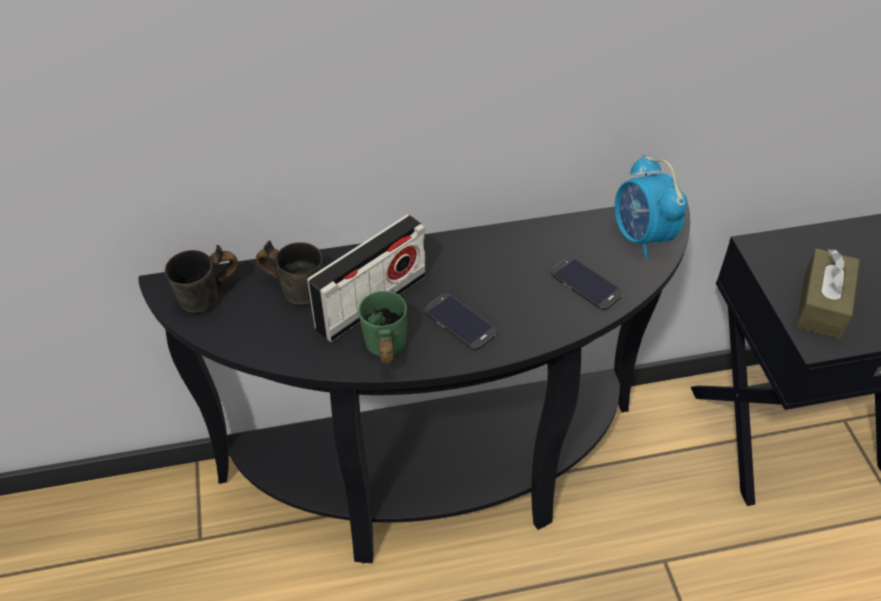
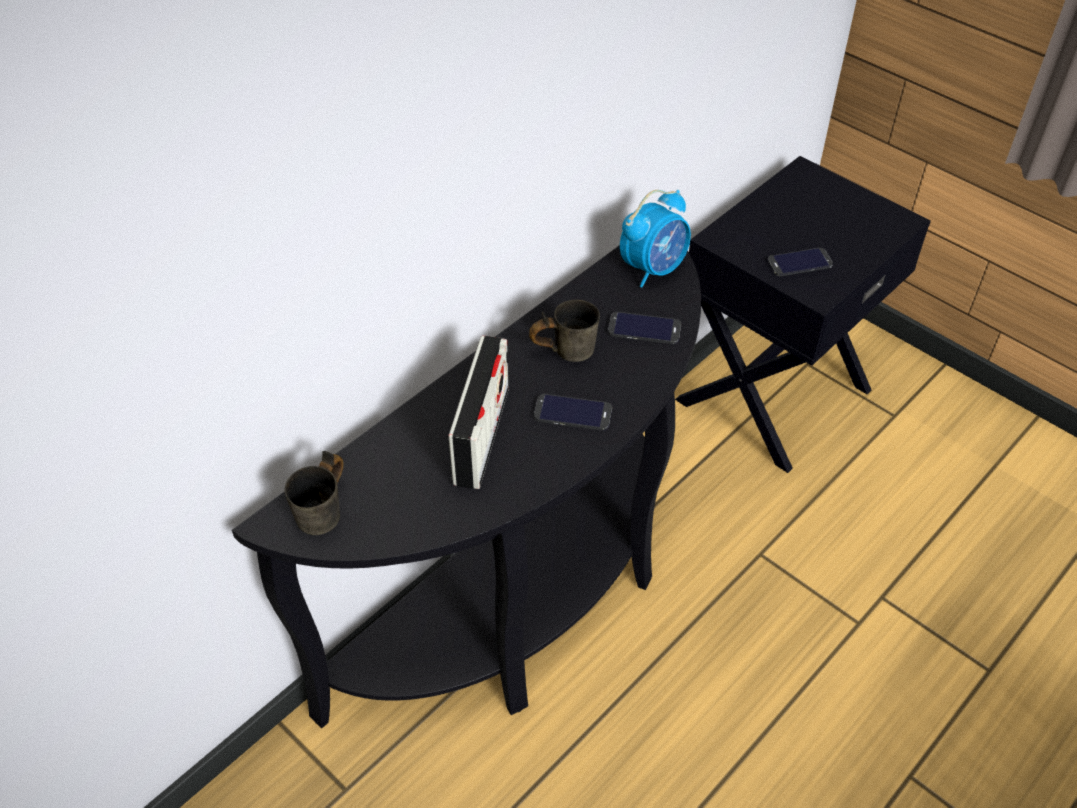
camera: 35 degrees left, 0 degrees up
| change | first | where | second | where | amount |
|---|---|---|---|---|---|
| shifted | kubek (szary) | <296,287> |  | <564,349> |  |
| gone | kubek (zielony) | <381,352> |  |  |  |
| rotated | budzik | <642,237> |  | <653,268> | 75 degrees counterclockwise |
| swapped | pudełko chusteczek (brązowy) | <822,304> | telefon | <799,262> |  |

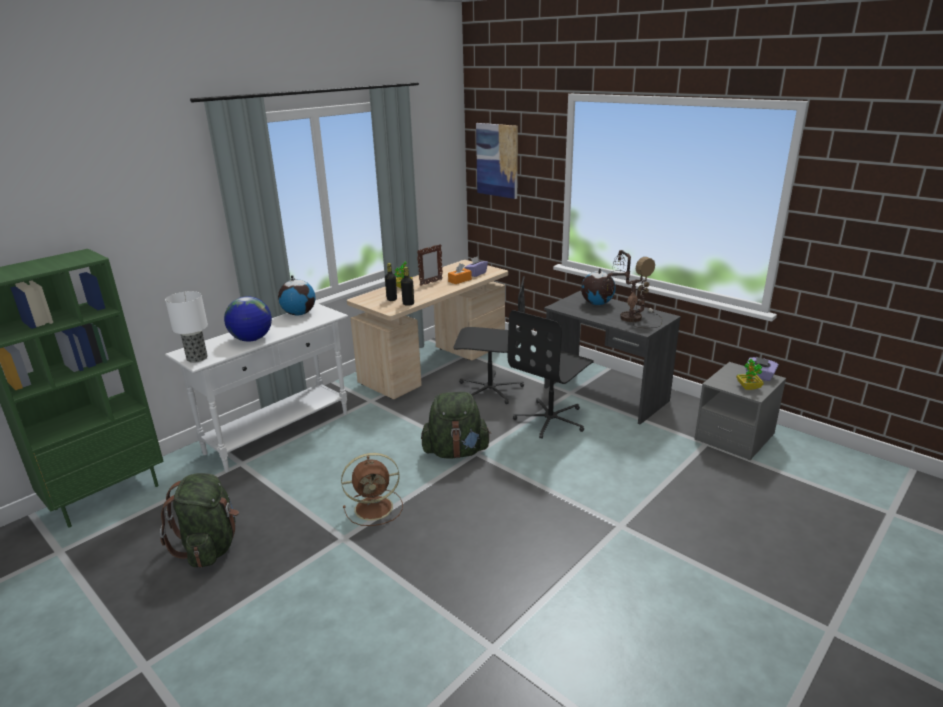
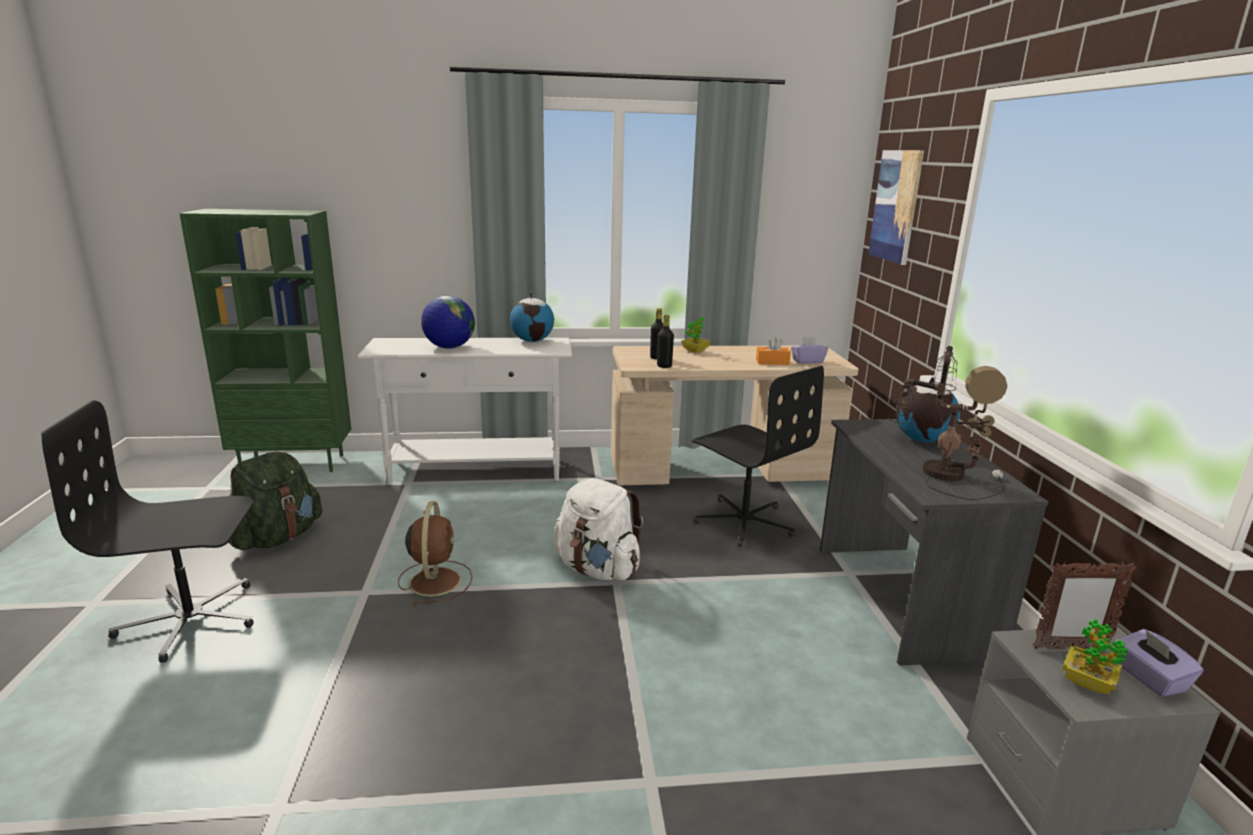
camera: 40 degrees right, 5 degrees down
| change | first | where | second | where | amount |
|---|---|---|---|---|---|
| gone | lampa stołowa | <196,358> |  |  |  |
| rotated | wentylator (brązowy) | <375,507> |  | <435,580> | 120 degrees counterclockwise |
| shifted | ramka na zdjęcie | <431,282> |  | <1069,648> |  |
| repainted | plecak (zielony) | <456,452> | plecak (biały) | <598,569> |  |
| shifted | krzesło biurowe (czarny) | <551,420> |  | <190,620> |  |

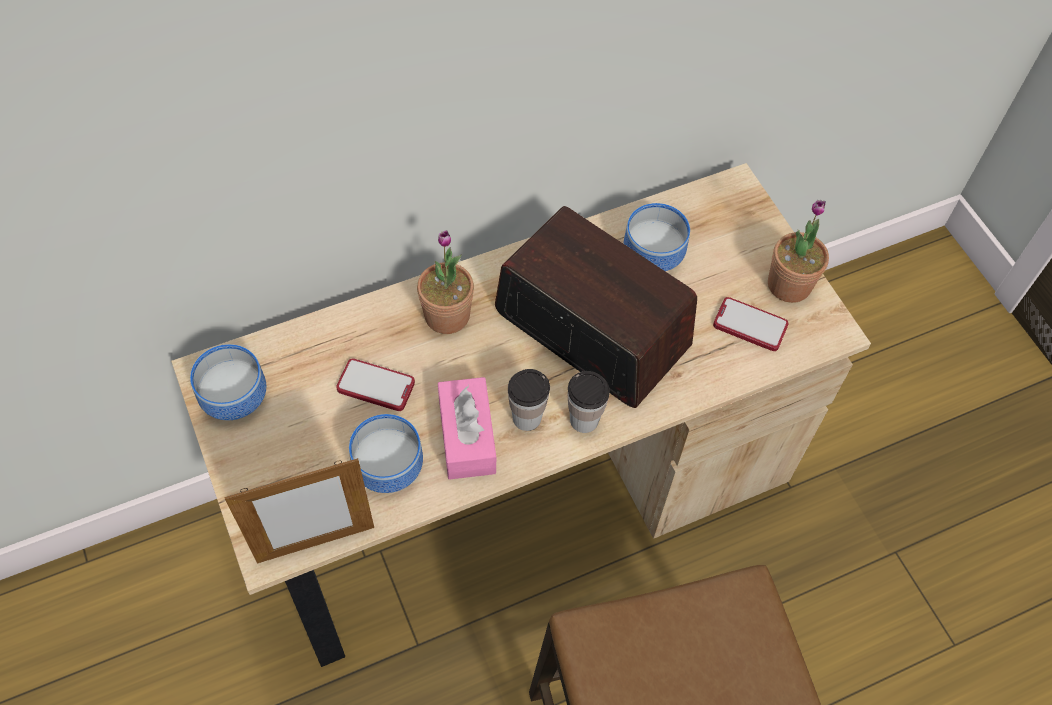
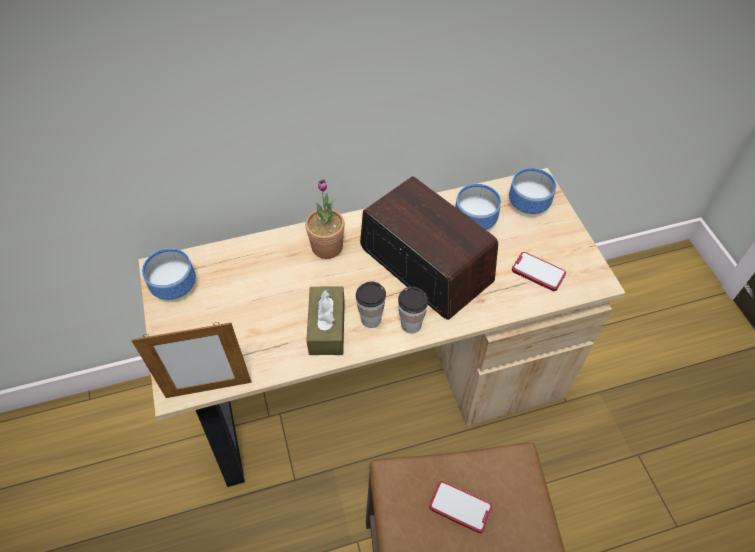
camera: 10 degrees right, 5 degrees down
| change | first | where | second | where | amount |
|---|---|---|---|---|---|
| shifted | telefon | <376,386> |  | <460,507> |  |
| shifted | miska | <390,464> |  | <529,202> |  |
| repainted | pudełko chusteczek (różowy) | <467,436> | pudełko chusteczek (brązowy) | <327,327> |  |
| gone | roślina doniczkowa | <789,285> |  |  |  |

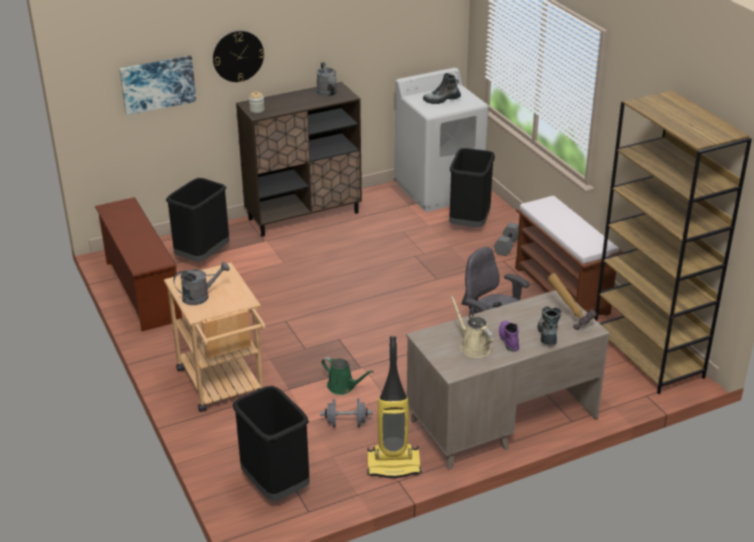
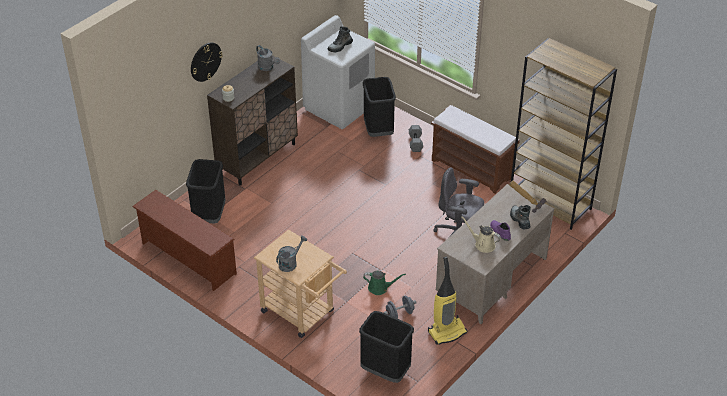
camera: 25 degrees left, 10 degrees up
| change | first | where | second | where | amount |
|---|---|---|---|---|---|
| gone | obraz | <157,84> |  |  |  |

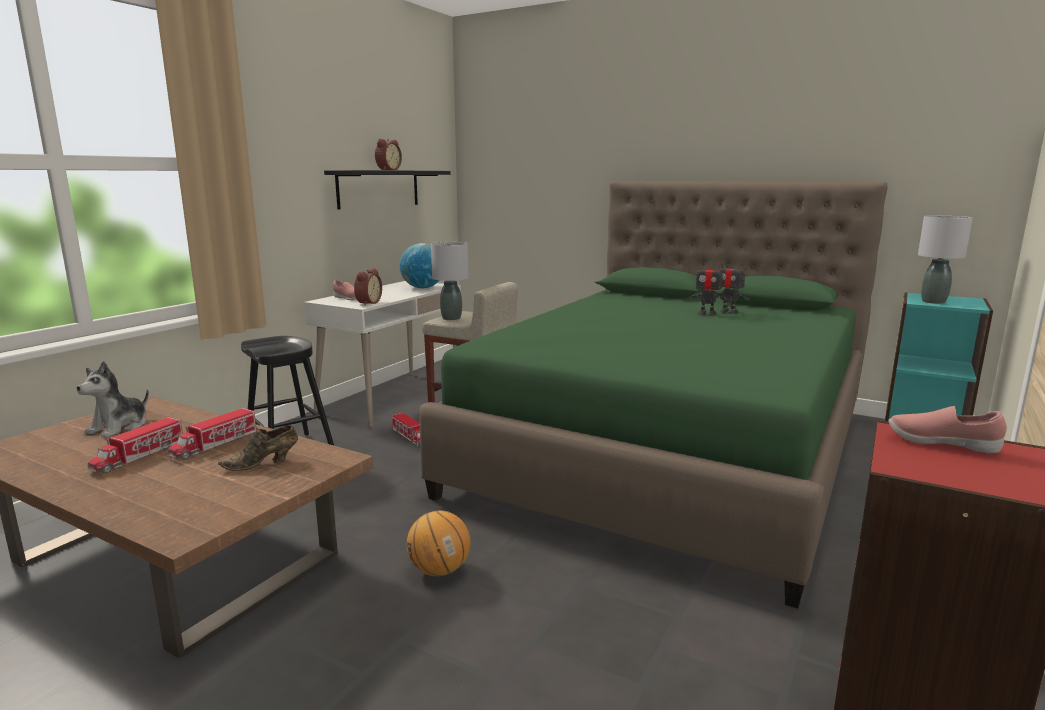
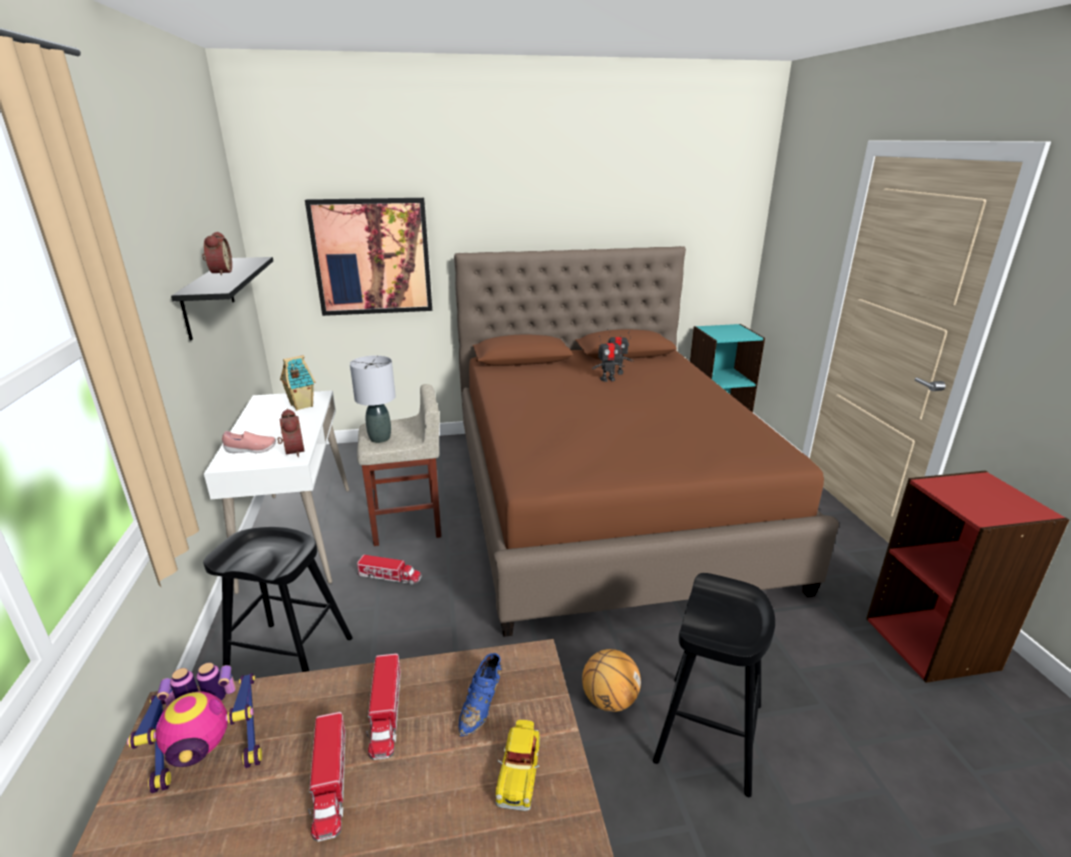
camera: 40 degrees left, 10 degrees up
| change | first | where | second | where | amount |
|---|---|---|---|---|---|
| swapped | pluszak | <119,427> | robot zabawkowy | <211,761> |  |
| repainted | but (brązowy) | <263,463> | but (niebieski) | <482,705> |  |
| swapped | globus | <422,288> | domek | <301,406> |  |
| repainted | łóżko (zielony) | <670,451> | łóżko (brązowy) | <605,500> |  |
| gone | but (różowy) | <941,444> |  |  |  |
| gone | lampa stołowa (szary) | <933,302> |  |  |  |
| new |  |  | obraz | <372,257> |  |
| new |  |  | samochodzik | <519,771> |  |
| new |  |  | stołek (czarny) | <709,732> |  |

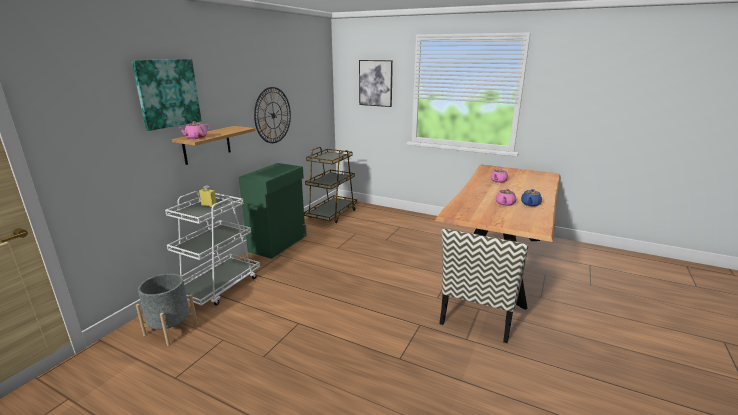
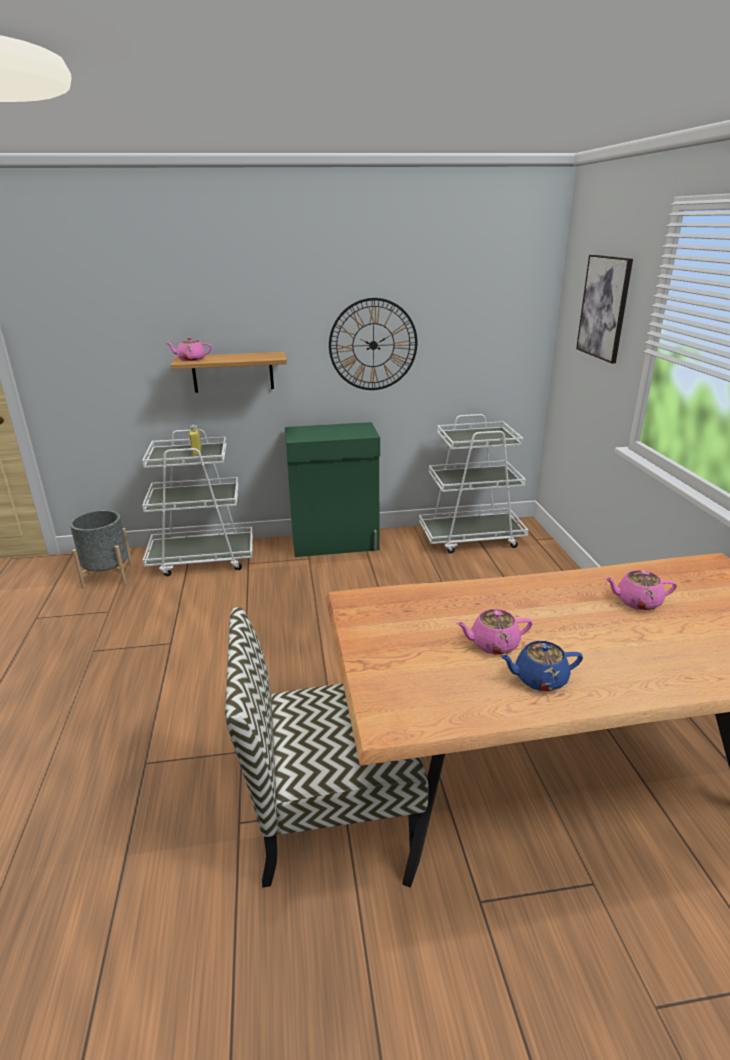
camera: 55 degrees right, 5 degrees up
| change | first | where | second | where | amount |
|---|---|---|---|---|---|
| gone | obraz | <168,93> |  |  |  |
| repainted | wózek (brązowy) | <332,214> | wózek (biały) | <471,538> |  |

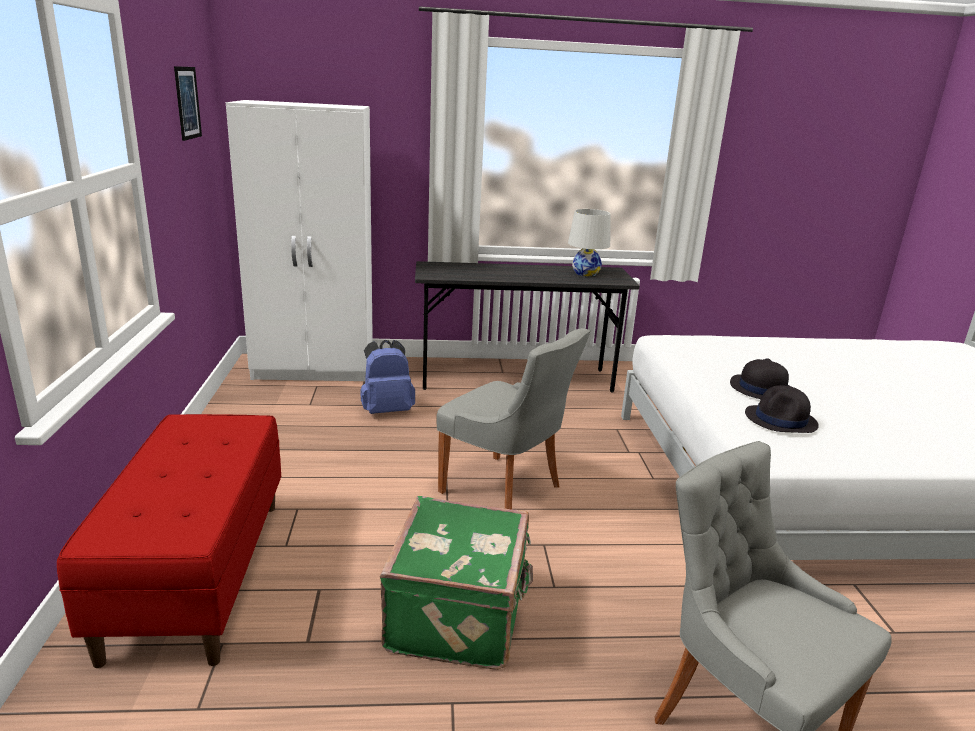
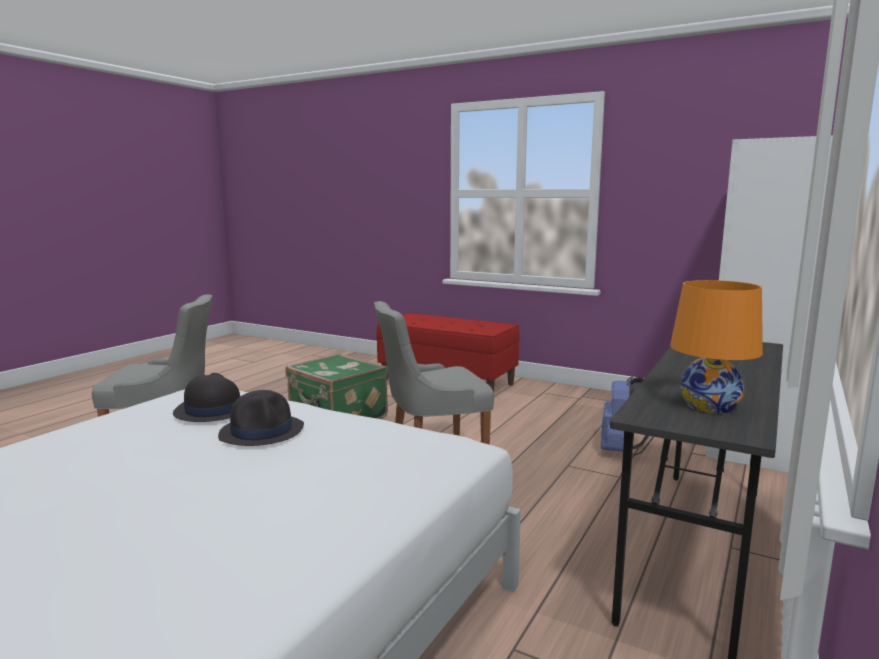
camera: 125 degrees right, 10 degrees down
| change | first | where | second | where | amount |
|---|---|---|---|---|---|
| gone | obraz | <187,103> |  |  |  |
| repainted | lampa stołowa (biały) | <585,273> | lampa stołowa (pomarańczowy) | <710,406> |  |

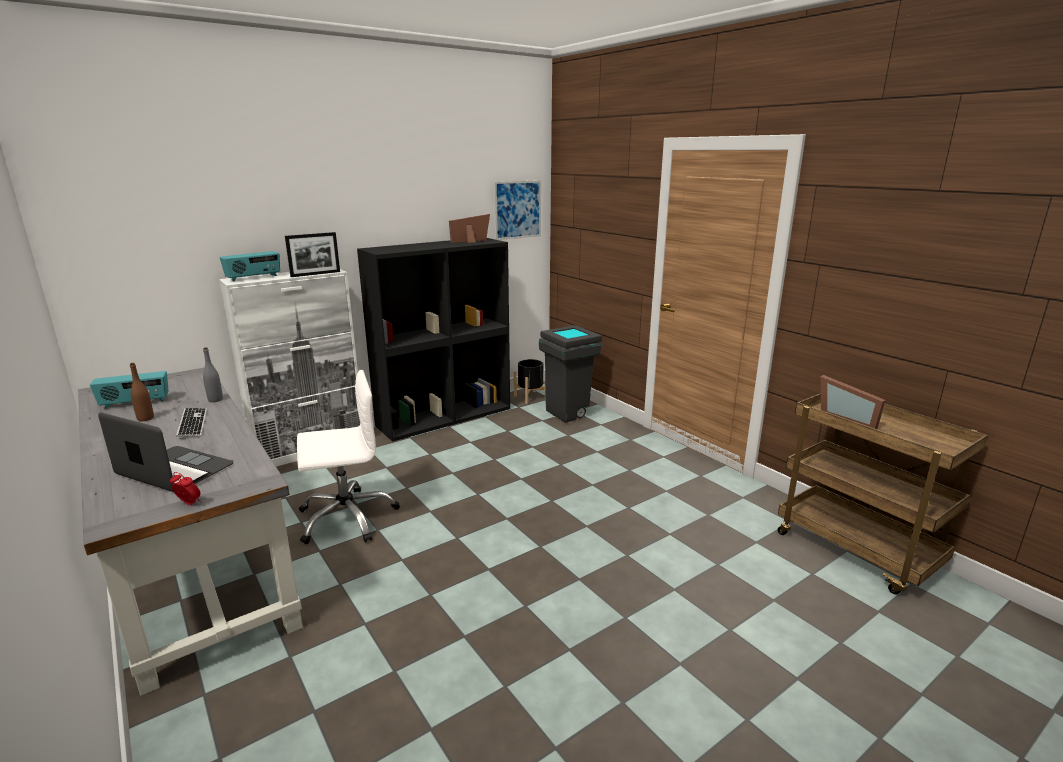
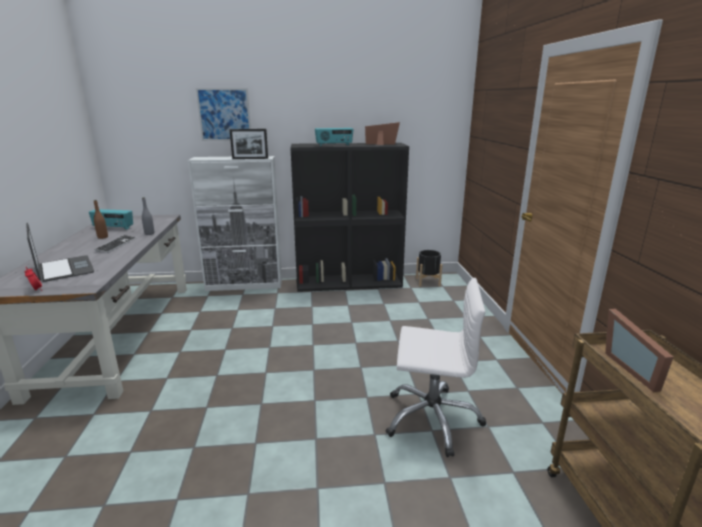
camera: 30 degrees right, 0 degrees up
| change | first | where | second | where | amount |
|---|---|---|---|---|---|
| shifted | radio | <254,278> |  | <334,145> |  |
| shifted | krzesło biurowe (biały) | <347,517> |  | <432,418> |  |
| shifted | obraz | <518,210> |  | <224,114> |  |
| gone | kosz na śmieci (szary) | <570,413> |  |  |  |

